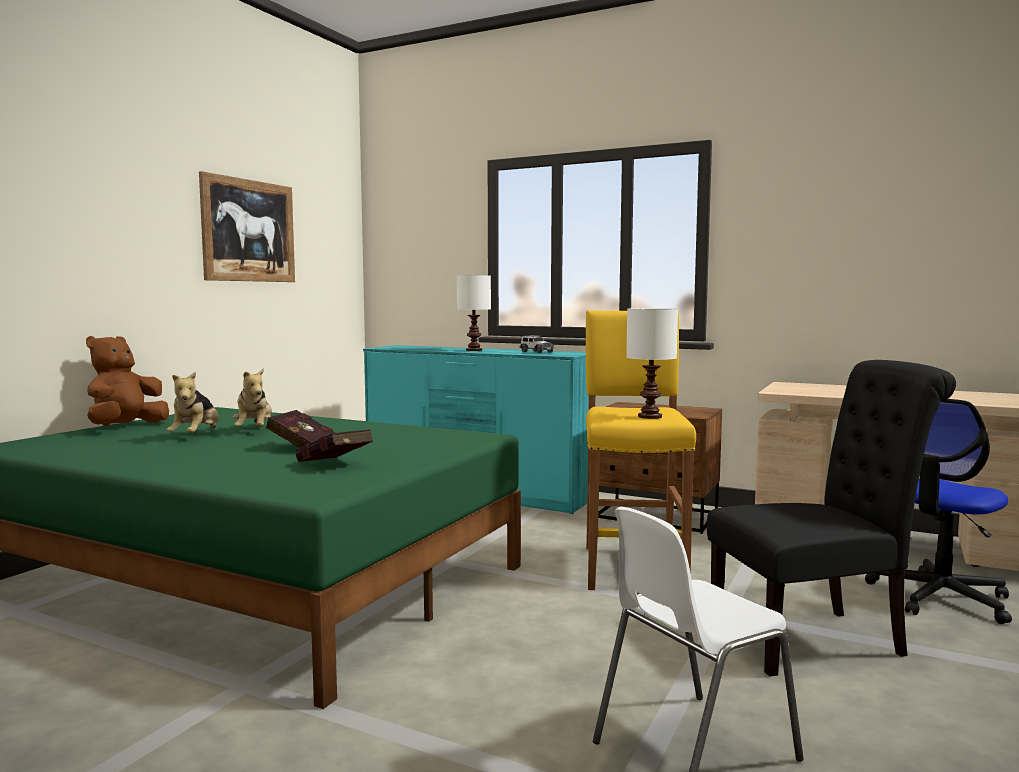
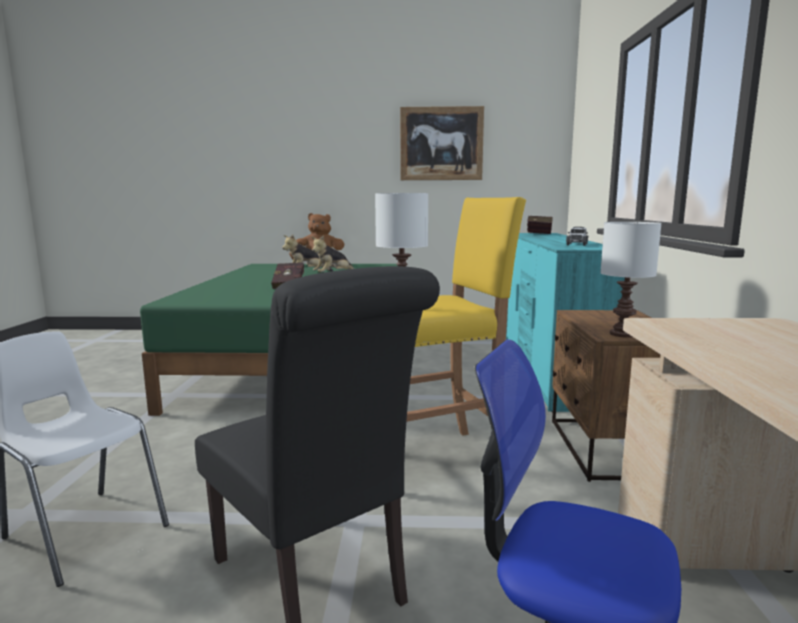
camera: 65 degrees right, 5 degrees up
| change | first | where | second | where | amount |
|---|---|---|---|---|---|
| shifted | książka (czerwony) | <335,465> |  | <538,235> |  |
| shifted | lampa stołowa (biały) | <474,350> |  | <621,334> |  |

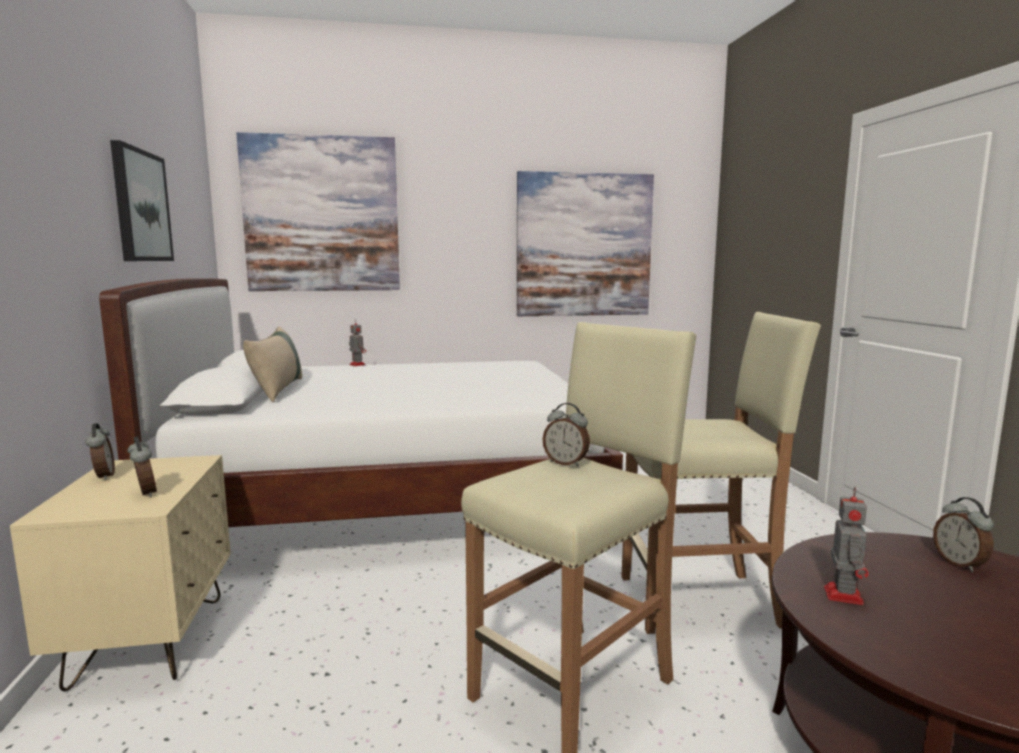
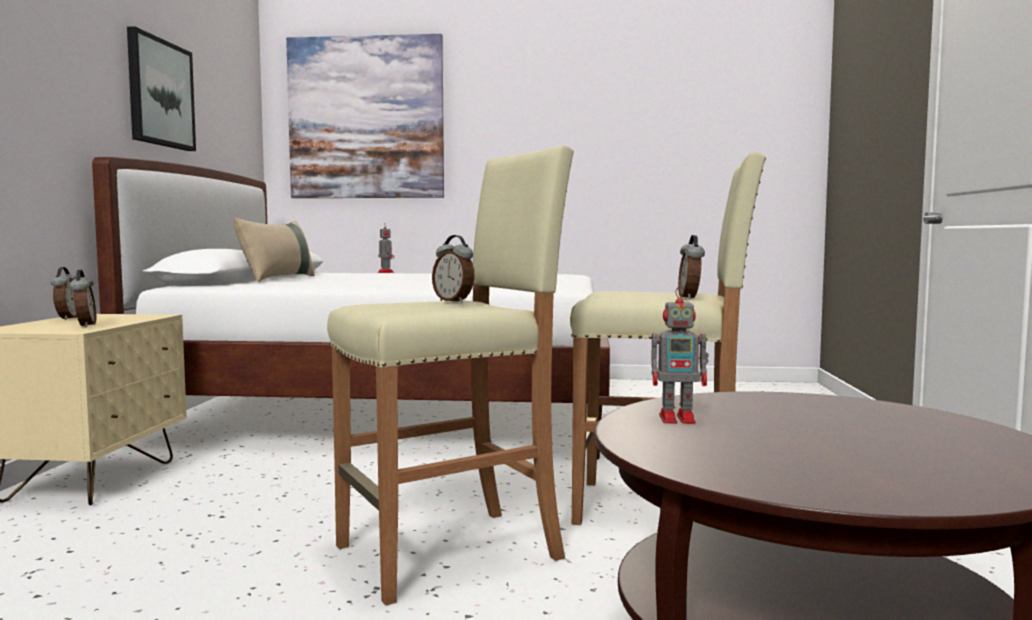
camera: 15 degrees right, 5 degrees down
| change | first | where | second | where | amount |
|---|---|---|---|---|---|
| gone | obraz | <584,245> |  |  |  |
| rotated | robot zabawkowy | <842,594> |  | <679,419> | 60 degrees clockwise |
| shifted | budzik | <960,564> |  | <690,298> |  |

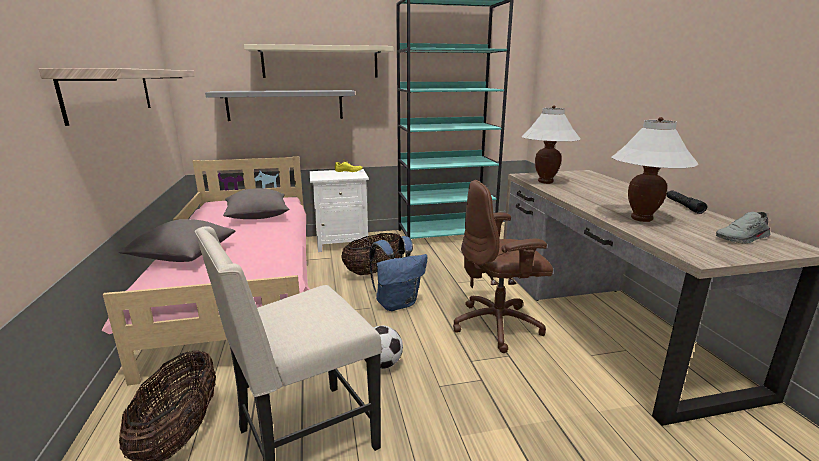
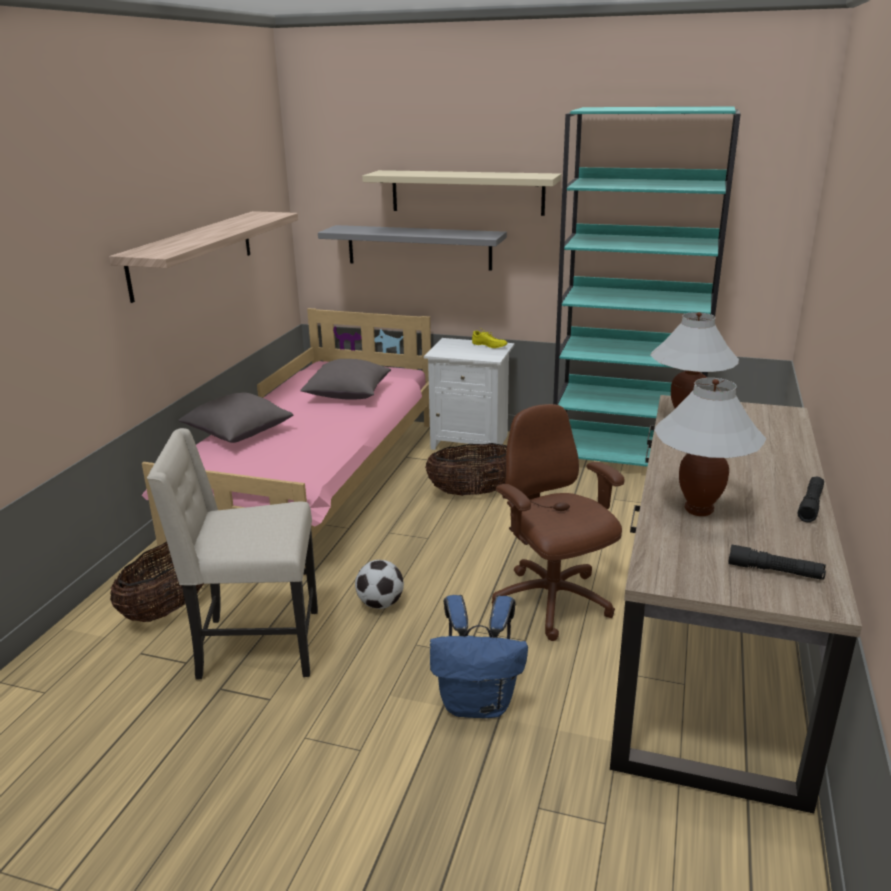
camera: 30 degrees right, 5 degrees up
| change | first | where | second | where | amount |
|---|---|---|---|---|---|
| shifted | plecak (niebieski) | <397,303> |  | <478,703> |  |
| rotated | krzesło biurowe (brązowy) | <498,326> |  | <552,603> | 45 degrees clockwise |
| swapped | but (szary) | <743,239> | latarka (czarny) | <774,571> |  |

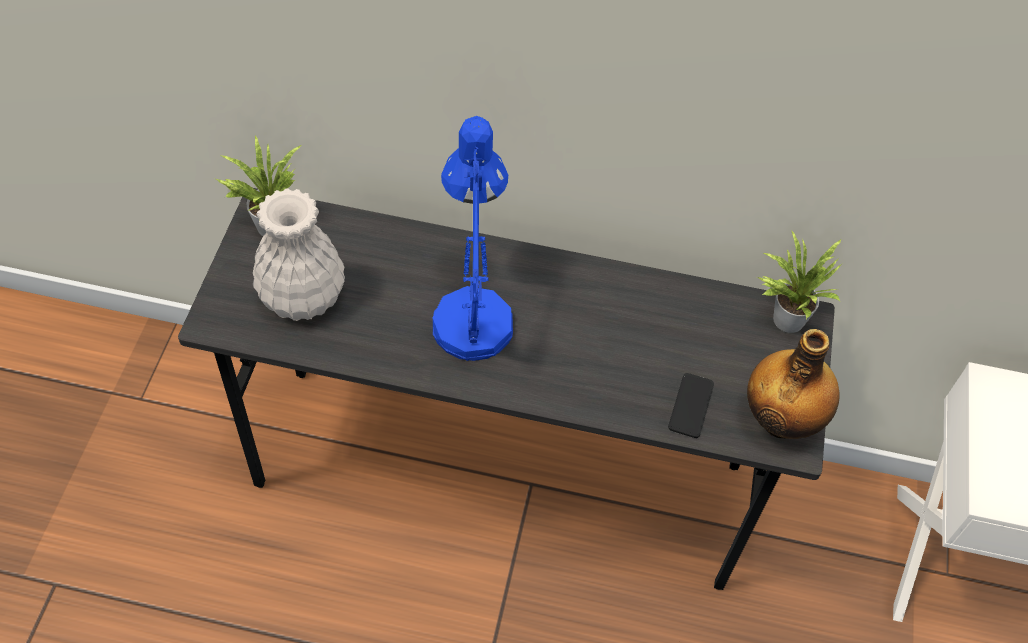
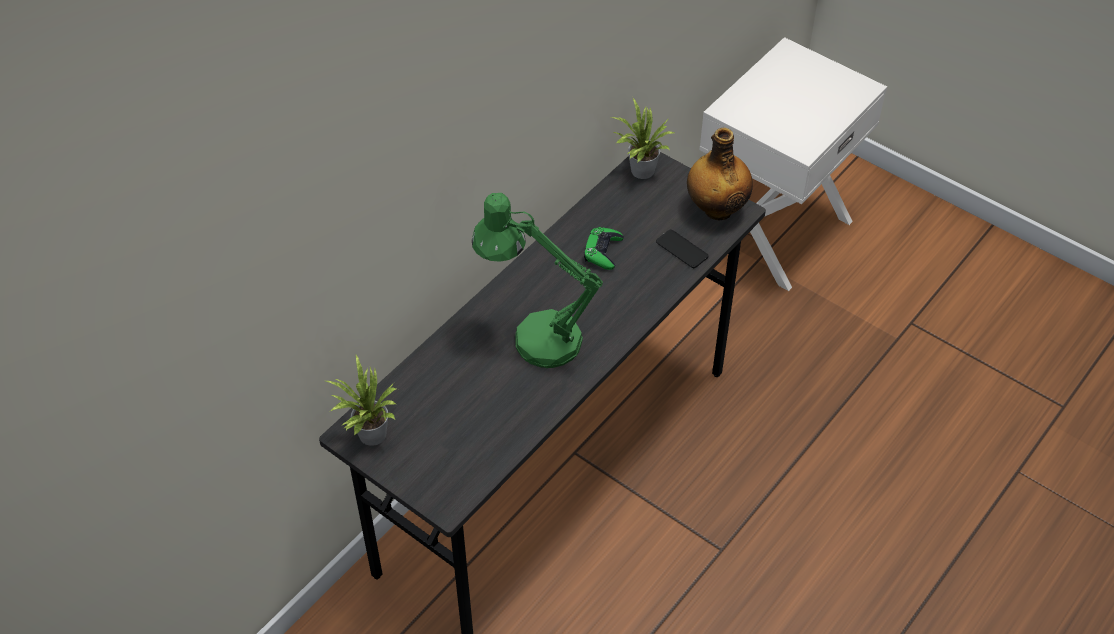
camera: 60 degrees left, 5 degrees down
| change | first | where | second | where | amount |
|---|---|---|---|---|---|
| gone | wazon (biały) | <301,296> |  |  |  |
| repainted | lampa stołowa (niebieski) | <472,311> | lampa stołowa (zielony) | <534,336> |  |
| new |  |  | pad do gier (zielony) | <603,252> |  |

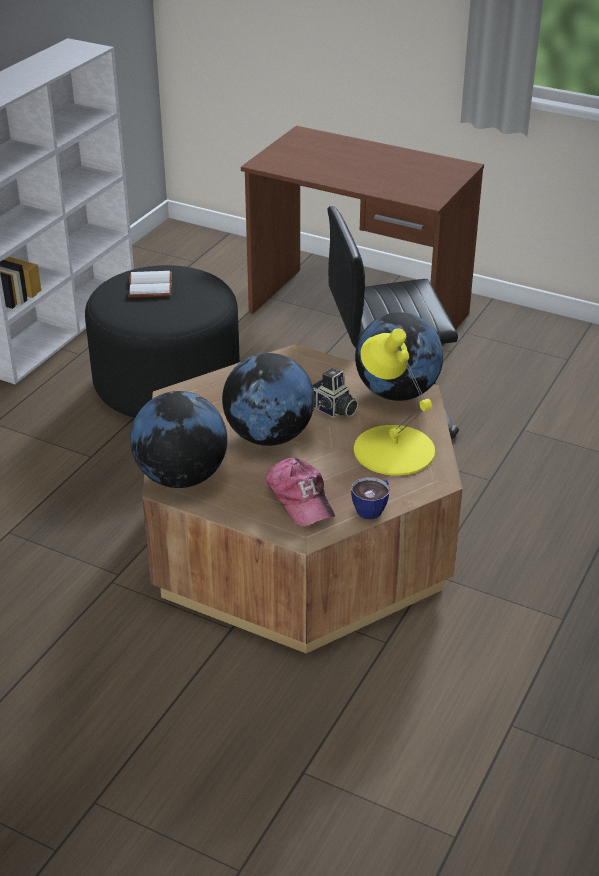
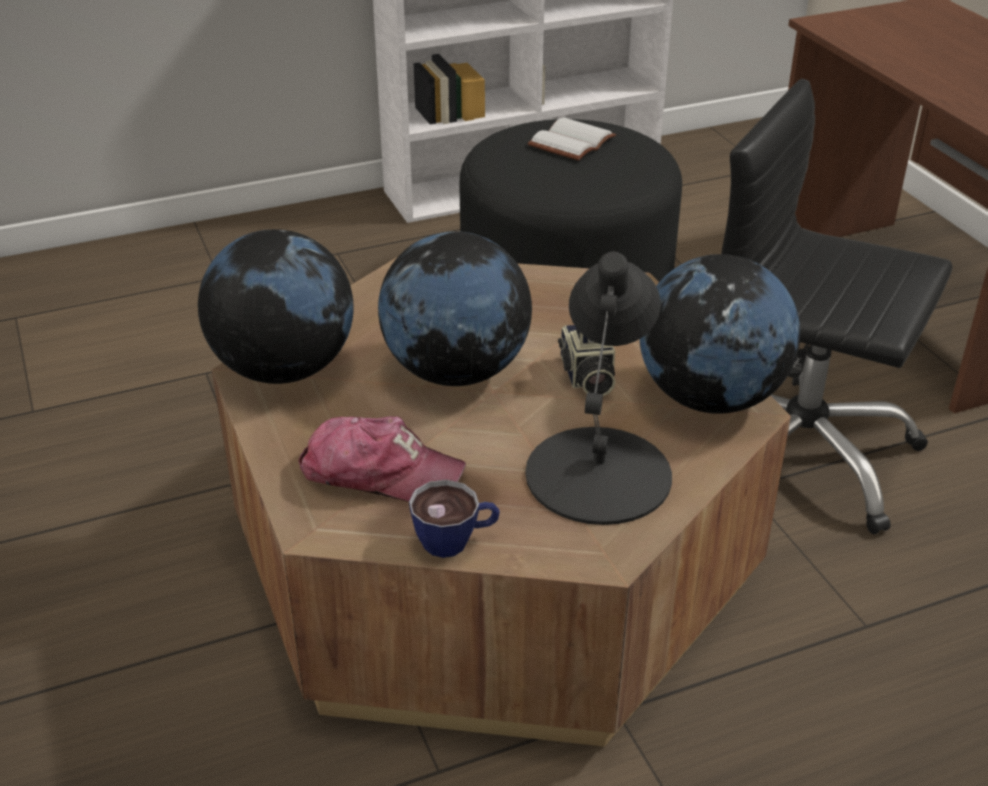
camera: 40 degrees right, 0 degrees up
| change | first | where | second | where | amount |
|---|---|---|---|---|---|
| rotated | czapka z daszkiem | <300,499> |  | <380,473> | 90 degrees counterclockwise |
| repainted | lampa stołowa (żółty) | <394,449> | lampa stołowa (czarny) | <600,473> |  |

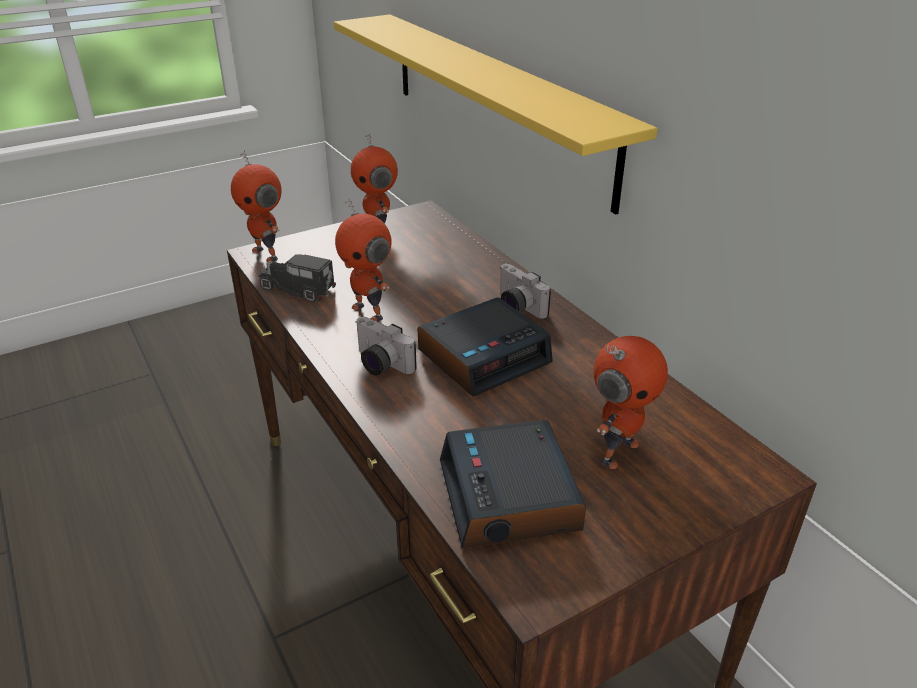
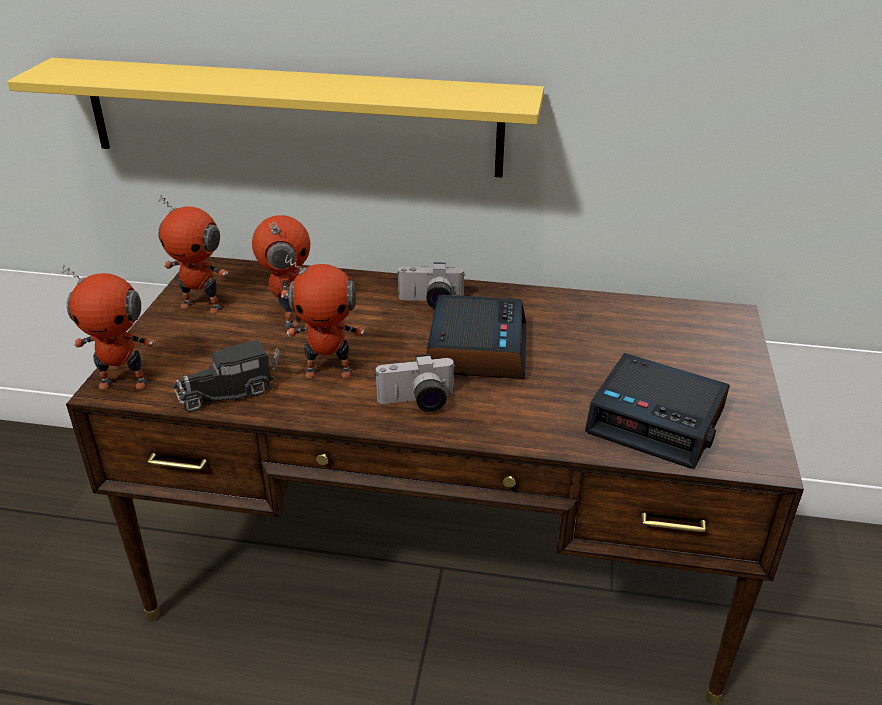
camera: 50 degrees left, 0 degrees up
| change | first | where | second | where | amount |
|---|---|---|---|---|---|
| shifted | robot zabawkowy | <617,451> |  | <288,316> |  |

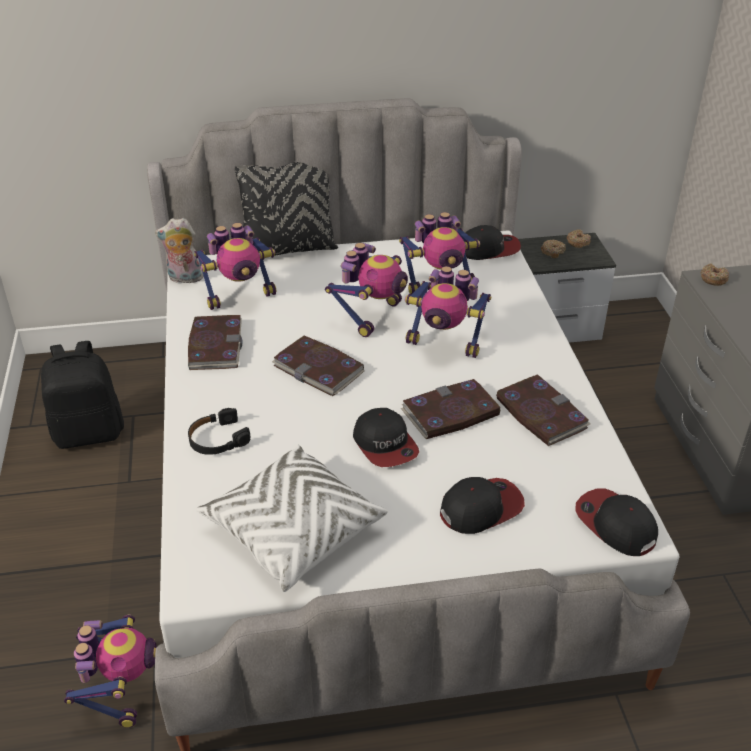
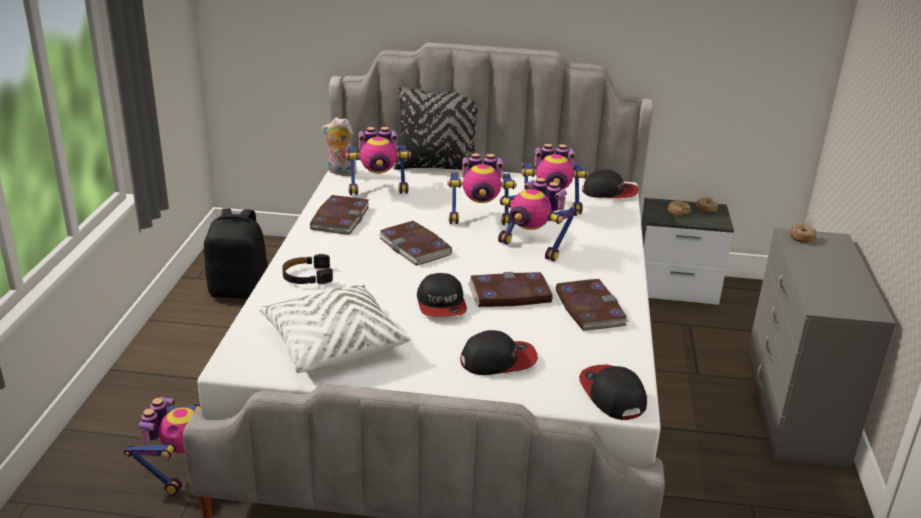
camera: 15 degrees right, 10 degrees down
| change | first | where | second | where | amount |
|---|---|---|---|---|---|
| rotated | robot zabawkowy | <371,315> |  | <480,220> | 45 degrees clockwise |

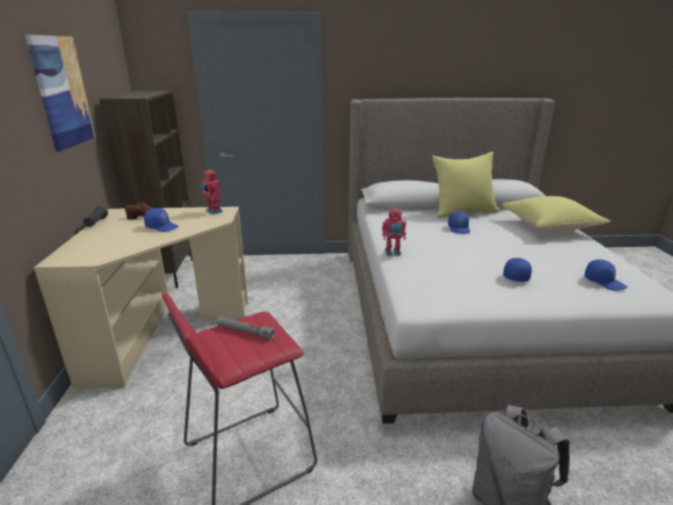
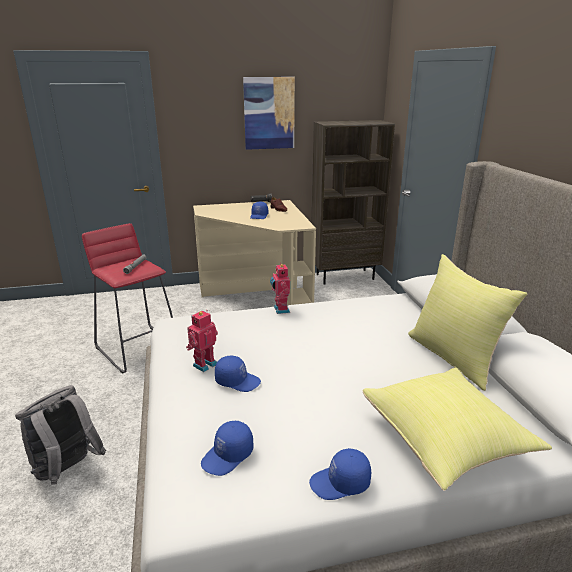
camera: 80 degrees right, 0 degrees up
| change | first | where | second | where | amount |
|---|---|---|---|---|---|
| shifted | robot zabawkowy | <213,211> |  | <204,364> |  |
| shifted | czapka z daszkiem (niebieski) | <459,228> |  | <340,483> |  |

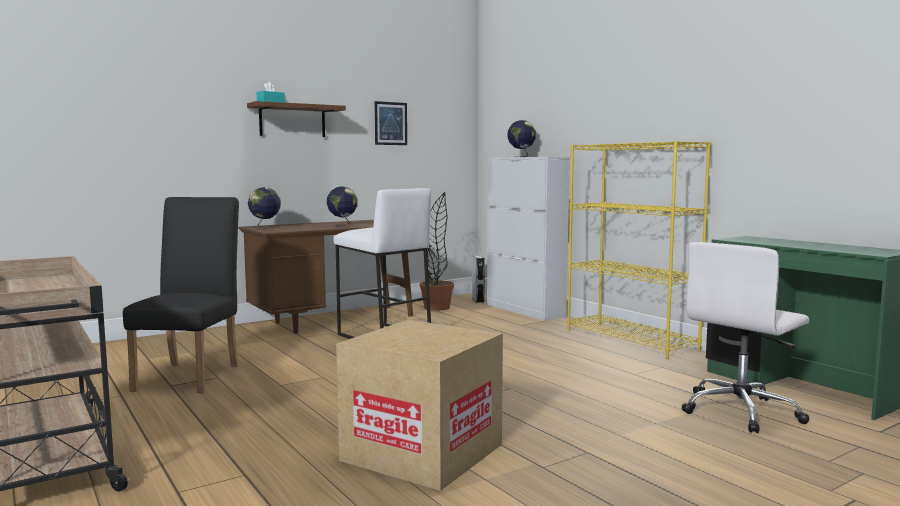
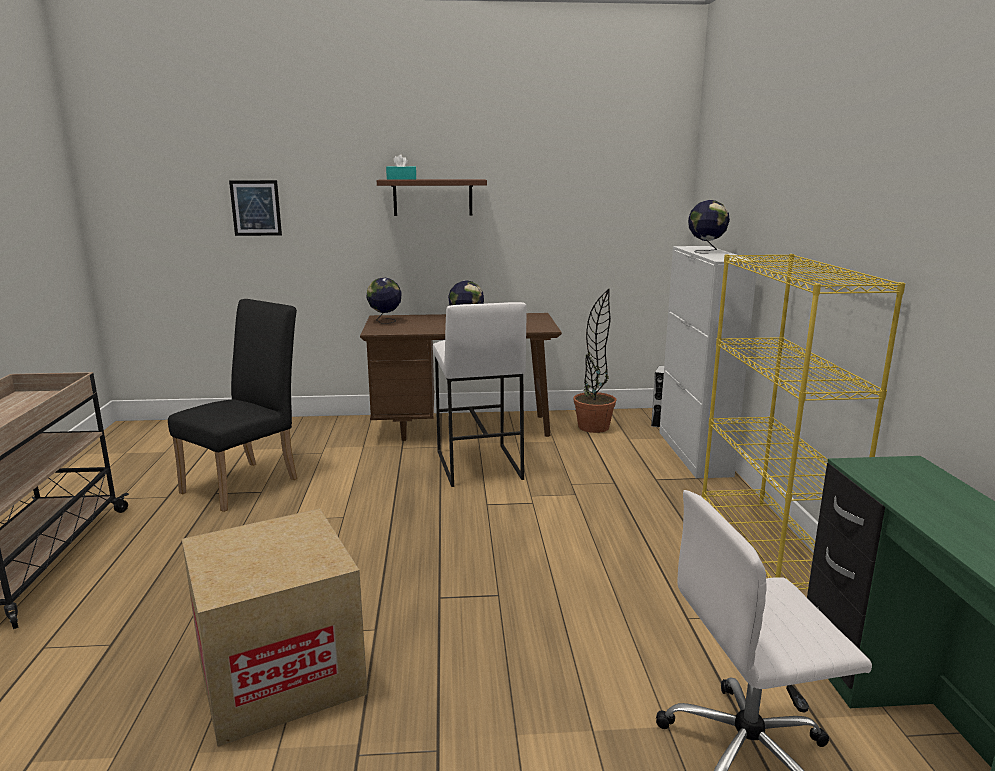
camera: 30 degrees right, 10 degrees up
| change | first | where | second | where | amount |
|---|---|---|---|---|---|
| shifted | obraz | <390,123> |  | <256,208> |  |

